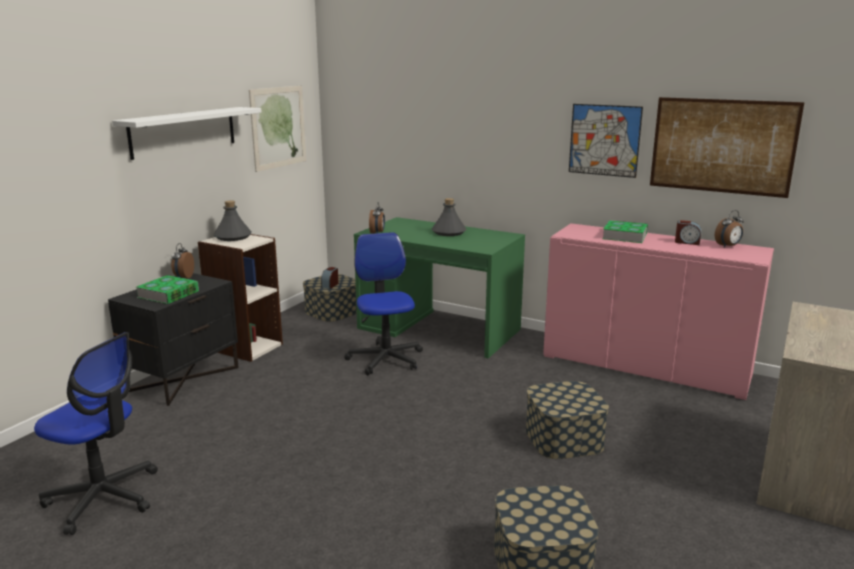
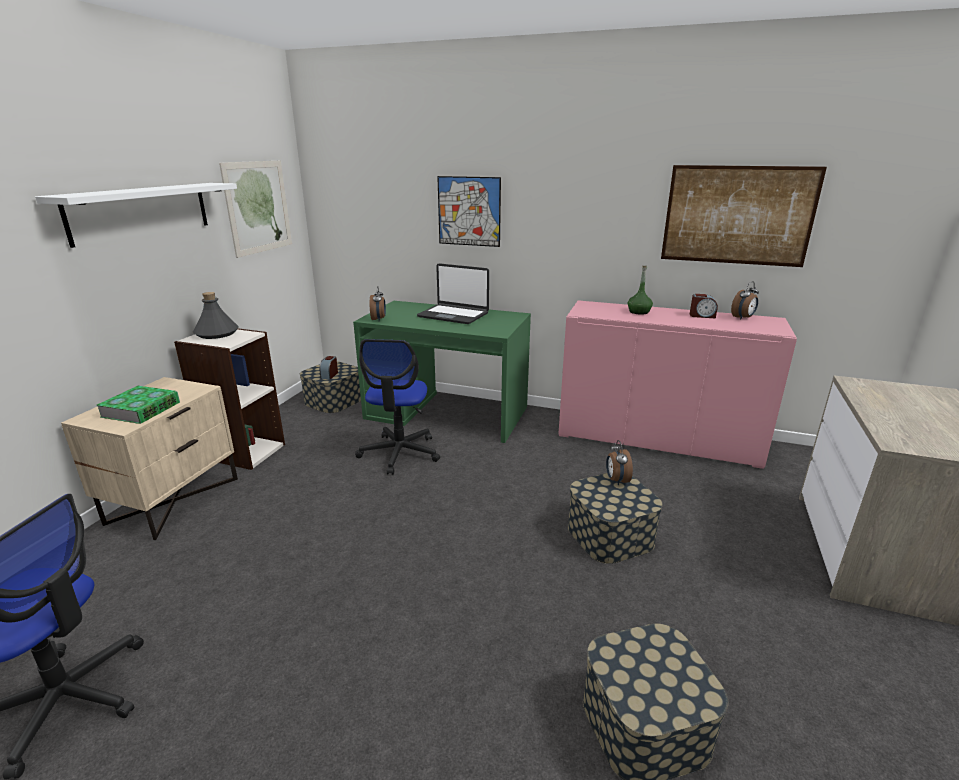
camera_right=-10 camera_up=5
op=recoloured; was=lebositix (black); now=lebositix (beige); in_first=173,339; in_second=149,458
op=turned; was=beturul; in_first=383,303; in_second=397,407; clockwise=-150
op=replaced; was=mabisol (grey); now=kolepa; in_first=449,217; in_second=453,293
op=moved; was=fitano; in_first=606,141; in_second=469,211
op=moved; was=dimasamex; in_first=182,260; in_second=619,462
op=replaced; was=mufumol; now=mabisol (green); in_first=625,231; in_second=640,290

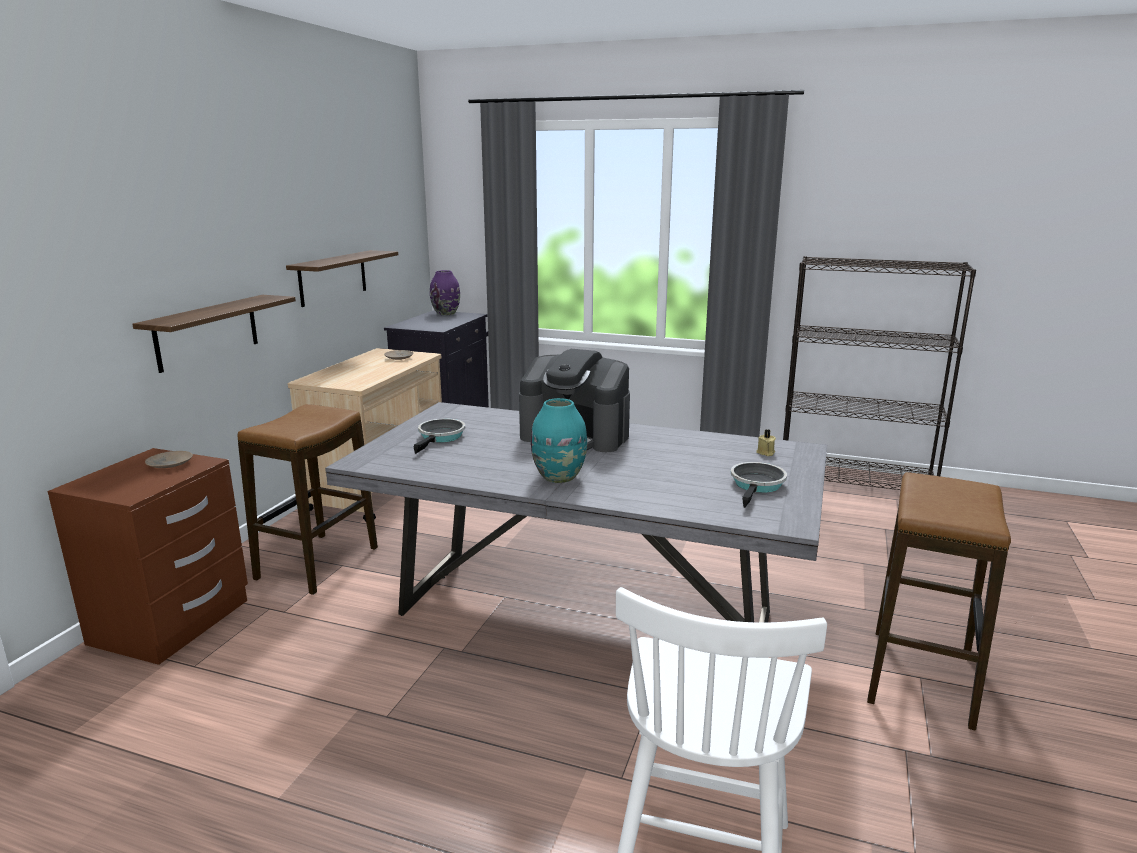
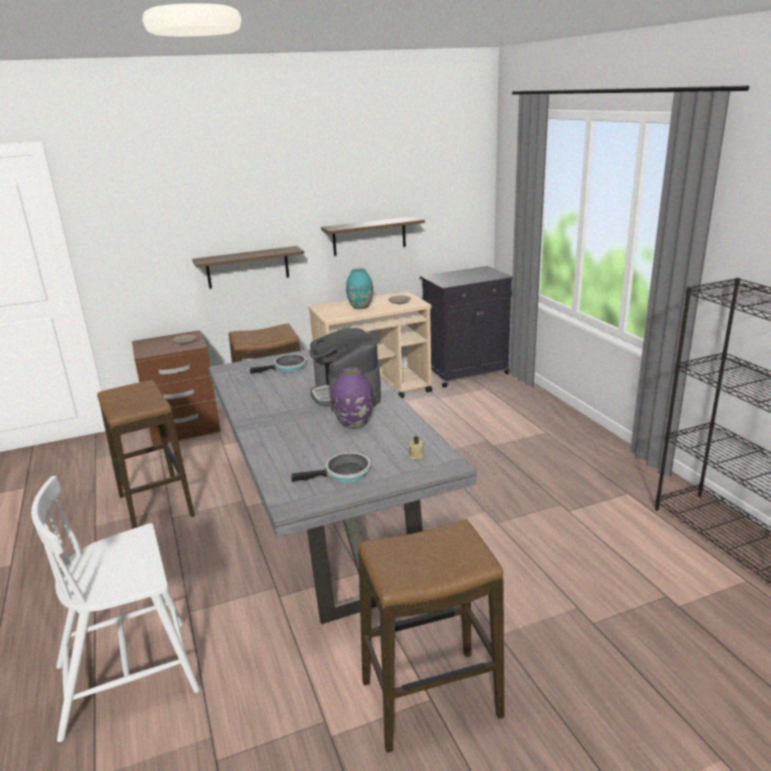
camera_right=50 camera_up=5
op=added; now=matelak; in_second=146,454
op=moved; was=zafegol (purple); in_first=445,292; in_second=352,398
op=moved; was=zafegol (turquoise); in_first=559,440; in_second=359,288

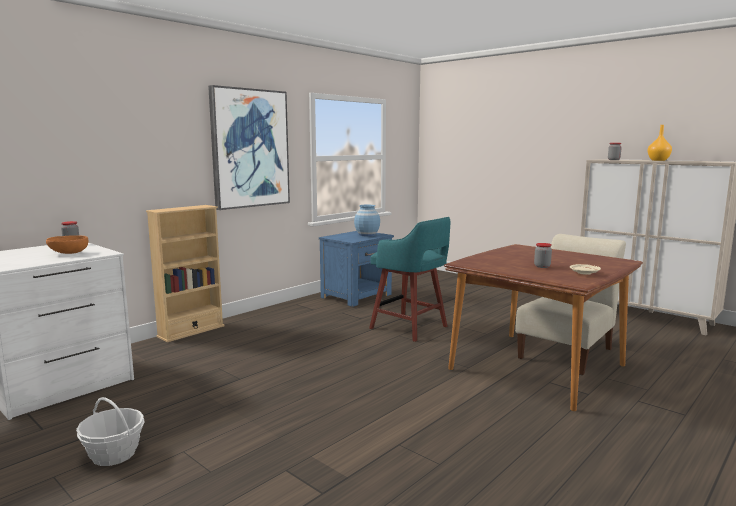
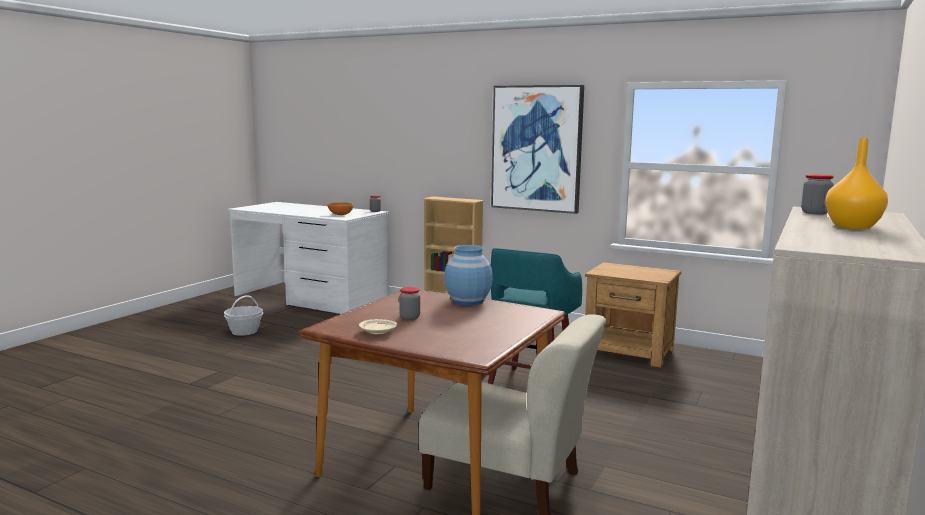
camera_right=75 camera_up=0
op=moved; was=zafegol (blue); in_first=367,220; in_second=468,275
op=recoloured; was=lebositix (blue); now=lebositix (brown); in_first=356,269; in_second=633,315

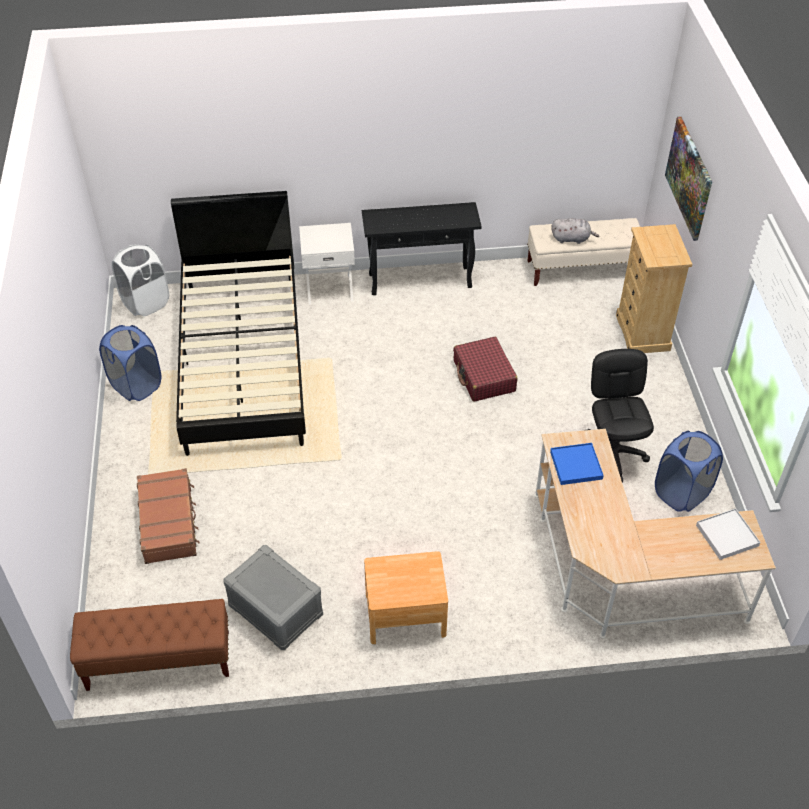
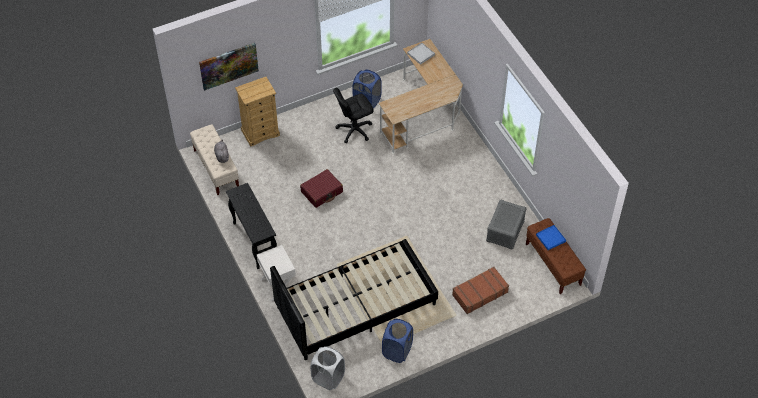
camera_right=-110 camera_up=5
op=moved; was=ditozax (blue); in_first=577,464; in_second=551,237
op=removed; was=lebositix (brown); in_first=406,597

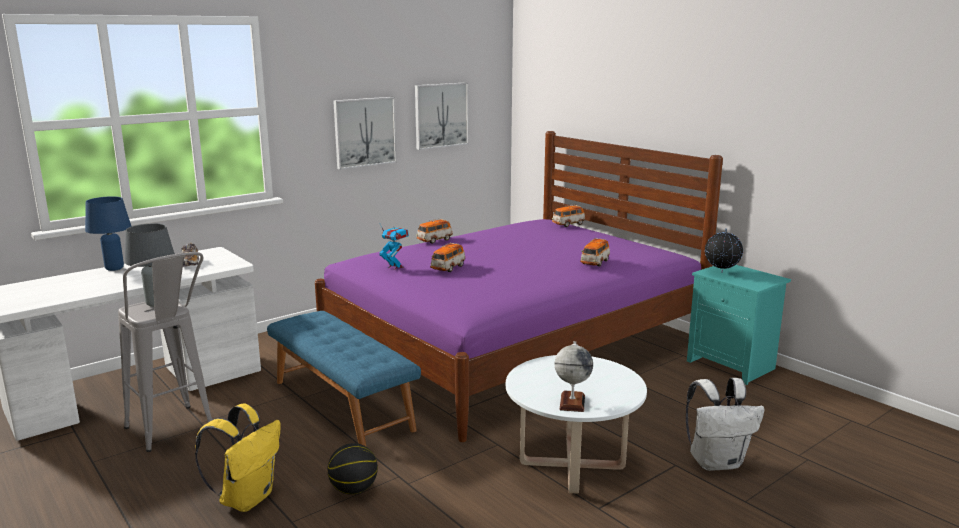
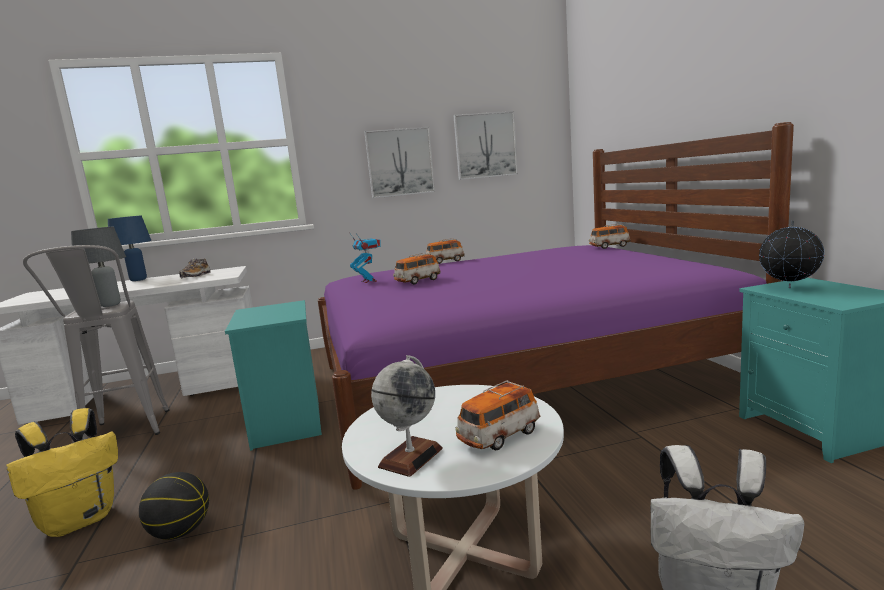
camera_right=25 camera_up=-5
op=replaced; was=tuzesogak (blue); now=lebositix (turquoise); in_first=344,378; in_second=273,375
op=moved; was=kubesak; in_first=595,252; in_second=497,415

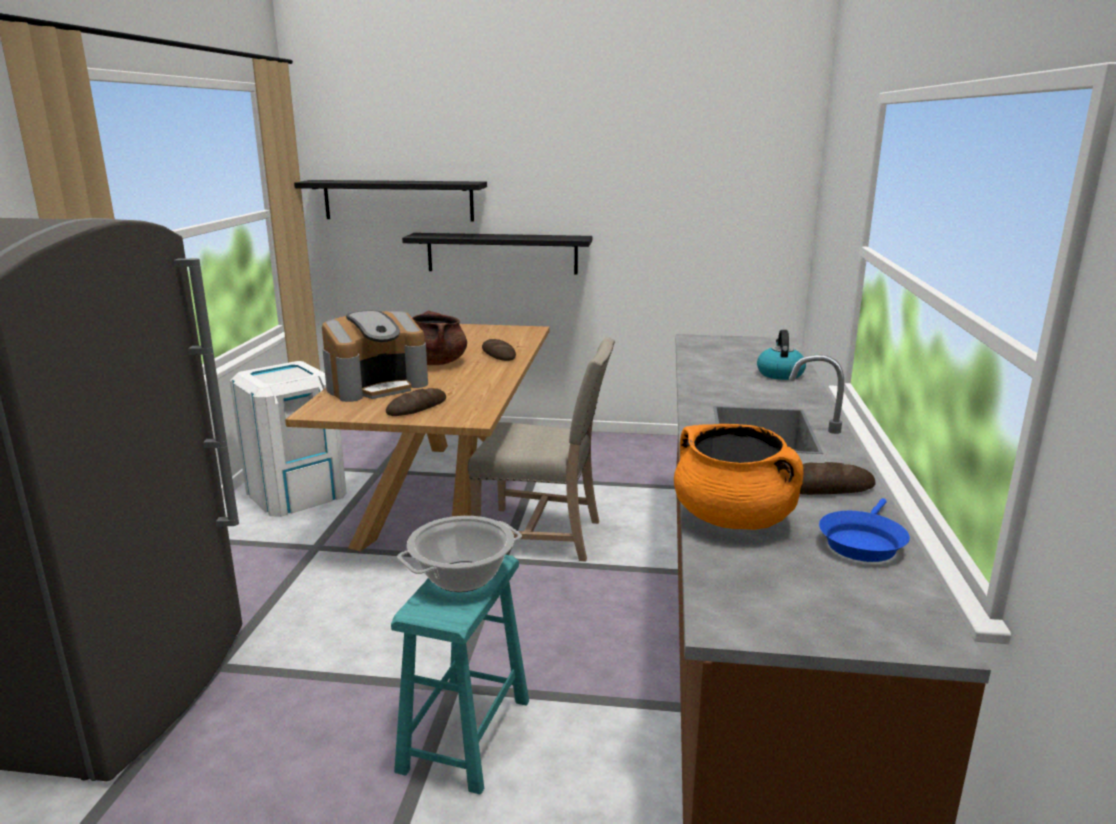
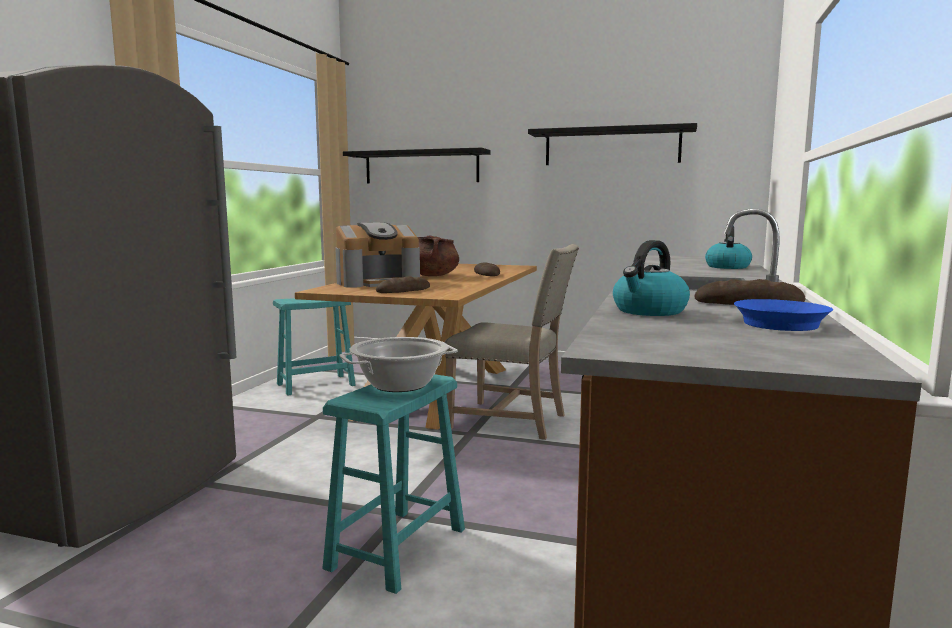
camera_right=10 camera_up=-10
op=replaced; was=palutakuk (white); now=matelak (turquoise); in_first=288,439; in_second=314,346
op=moved; was=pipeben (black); in_first=497,254; in_second=612,144
op=replaced; was=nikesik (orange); now=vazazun; in_first=738,477; in_second=651,278

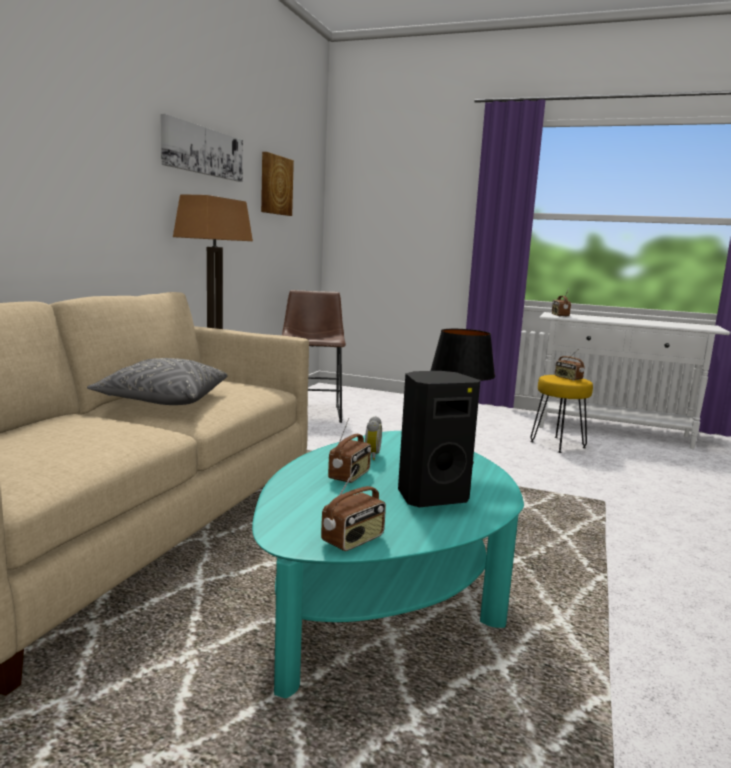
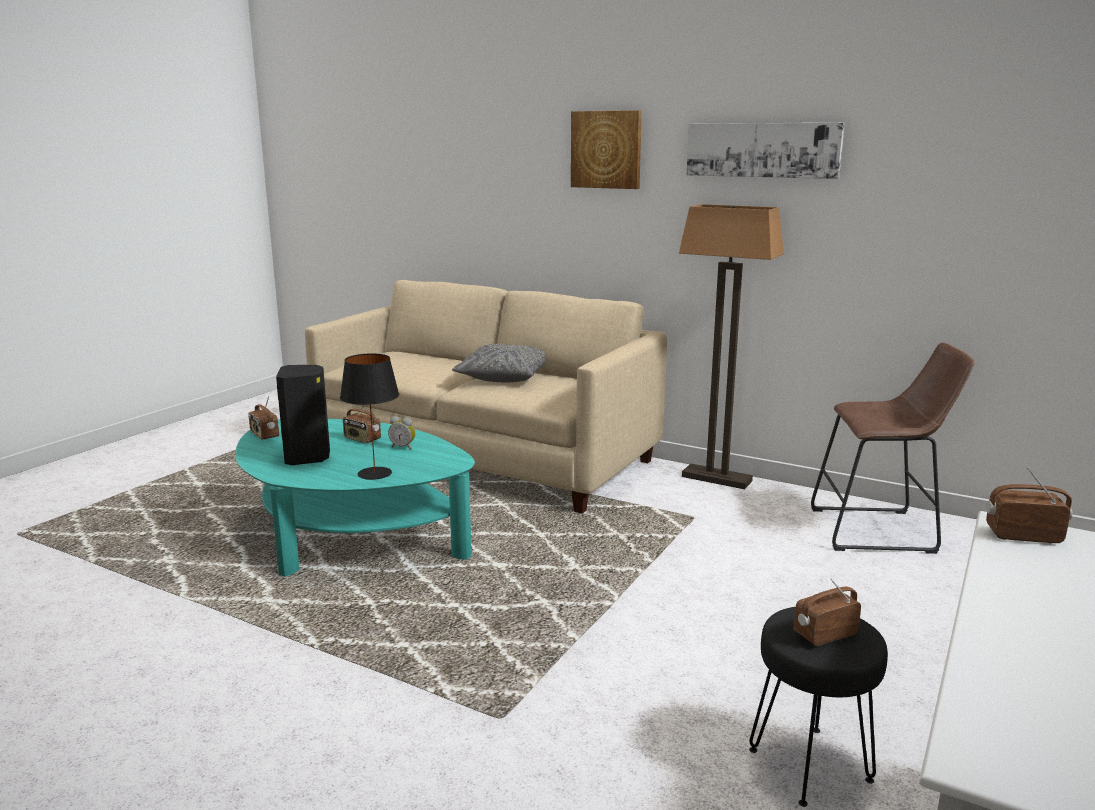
camera_right=100 camera_up=5
op=moved; was=fitano; in_first=277,184; in_second=606,149
op=recoloured; was=matelak (yellow); now=matelak (black); in_first=561,414; in_second=818,707

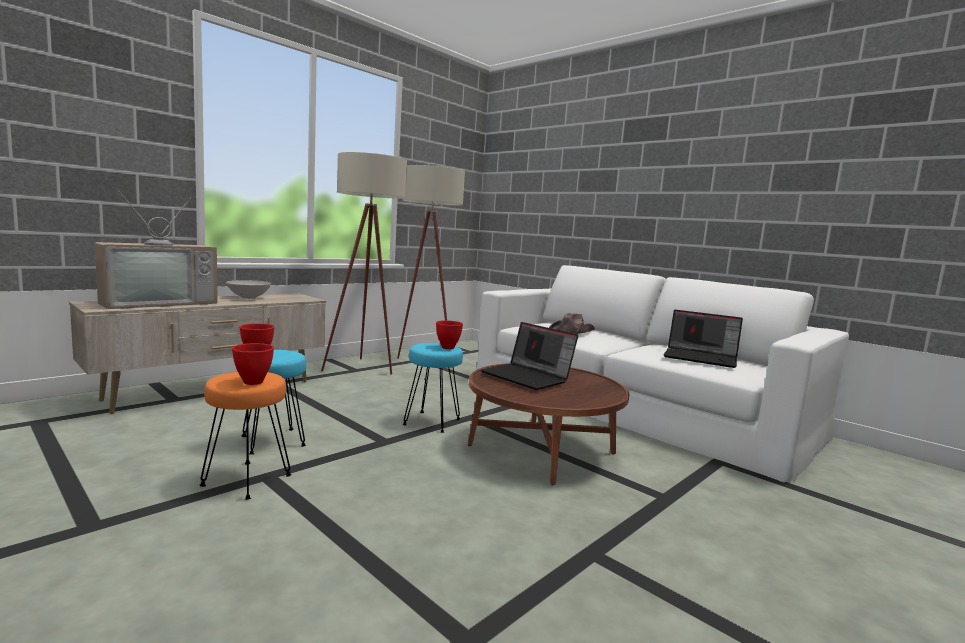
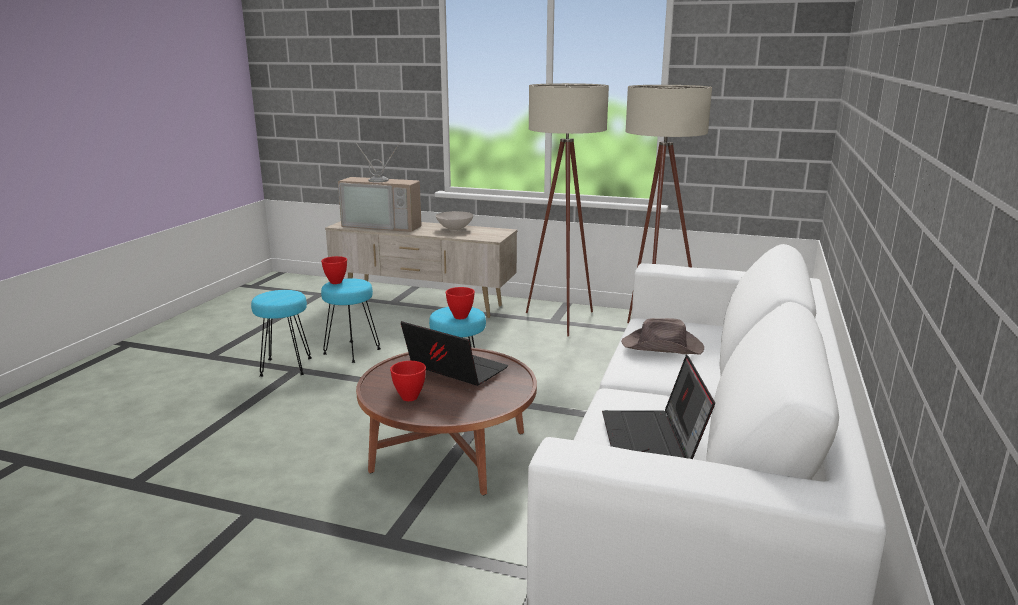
camera_right=65 camera_up=10
op=recoloured; was=matelak (orange); now=matelak (turquoise); in_first=245,436; in_second=281,333
op=moved; was=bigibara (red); in_first=253,364; in_second=408,381
op=turned; was=kolepa; in_first=529,356; in_second=454,353; clockwise=105

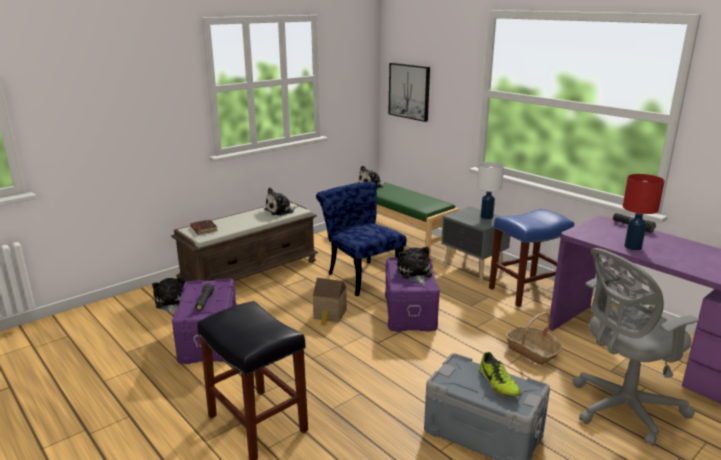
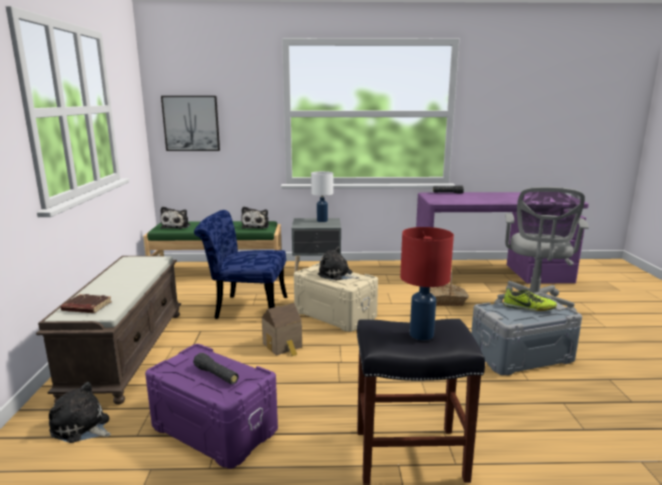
camera_right=-50 camera_up=-5
op=moved; was=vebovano; in_first=281,201; in_second=255,217
op=recoloured; was=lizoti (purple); now=lizoti (beige); in_first=412,295; in_second=336,297
op=moved; was=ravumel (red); in_first=644,212; in_second=427,283
op=removed; was=matelak (blue); in_first=531,258

